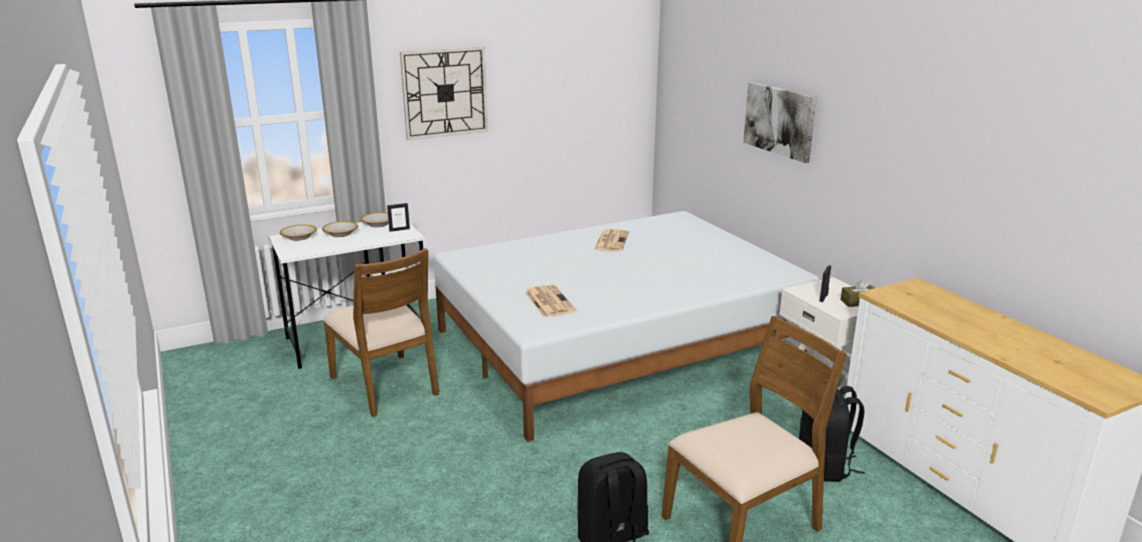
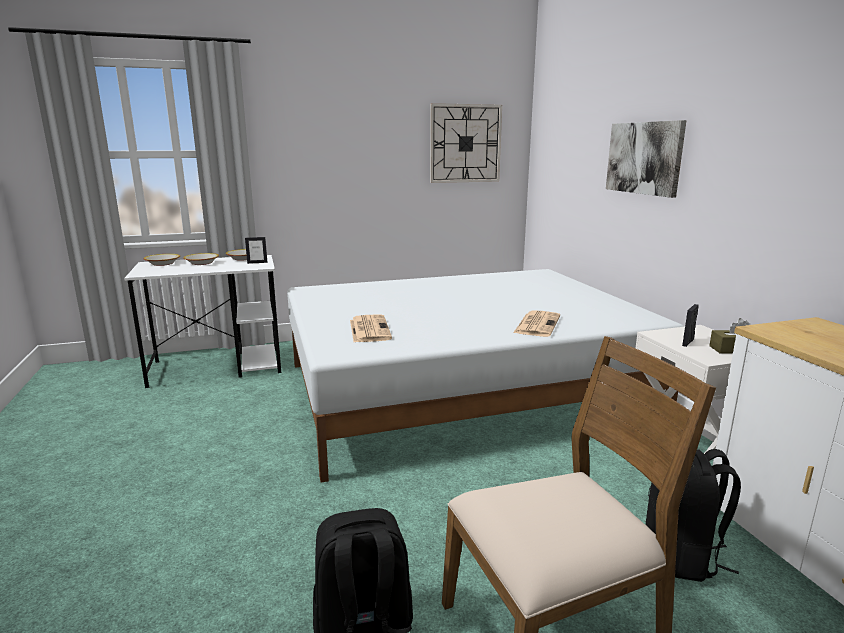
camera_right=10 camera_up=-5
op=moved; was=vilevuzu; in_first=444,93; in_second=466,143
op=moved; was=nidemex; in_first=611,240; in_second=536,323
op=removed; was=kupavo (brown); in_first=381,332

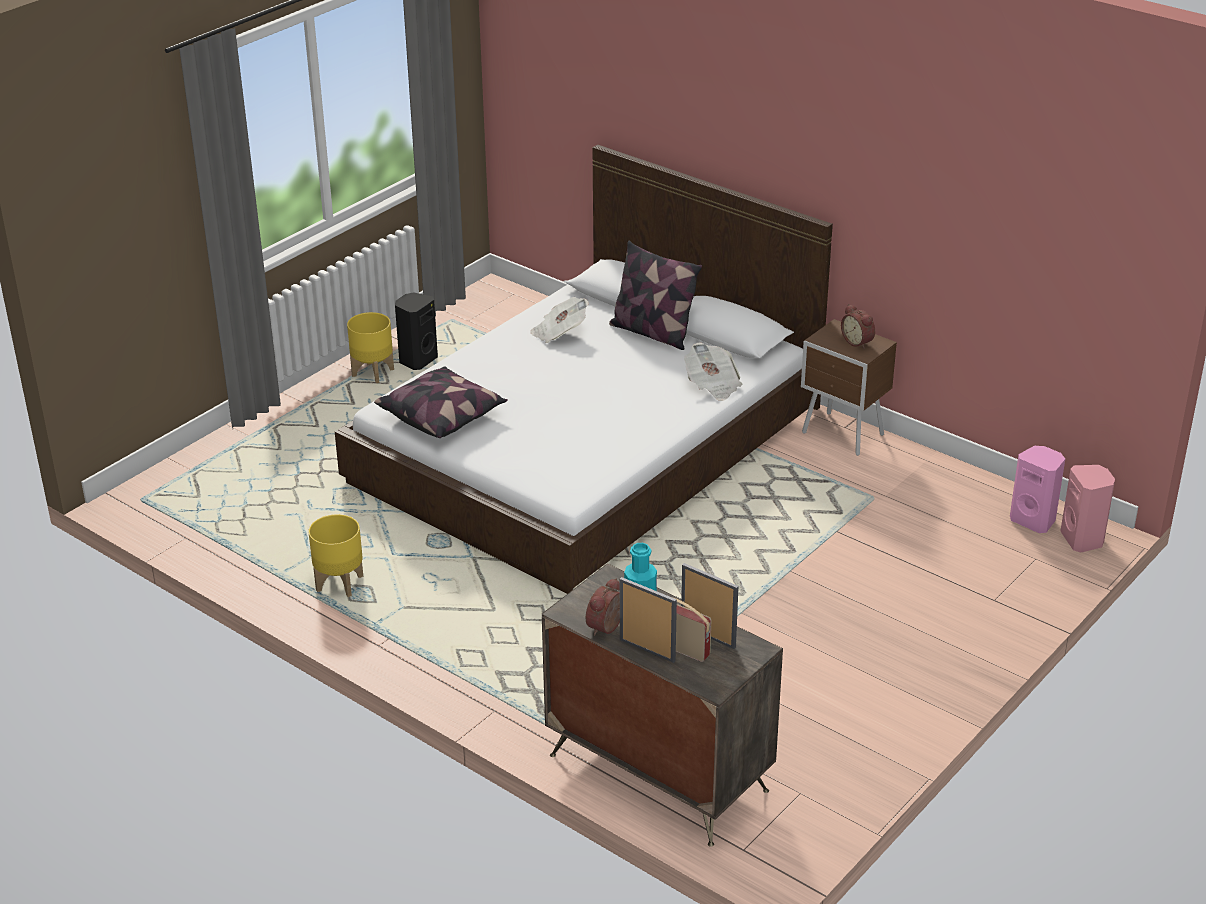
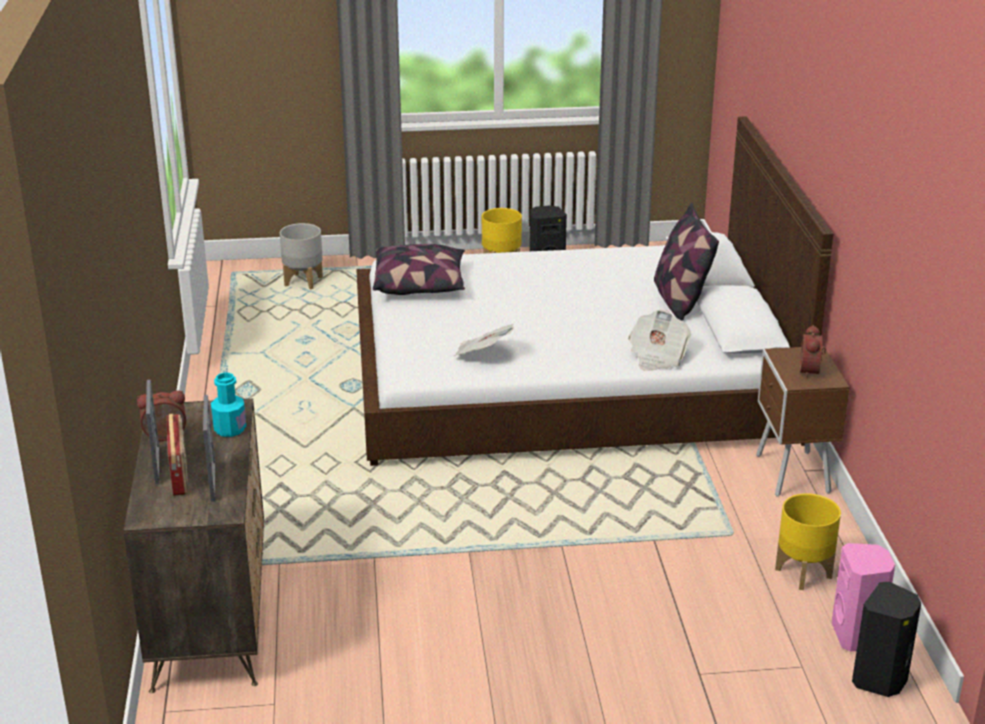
camera_right=45 camera_up=-5
op=added; now=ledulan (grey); in_second=301,256
op=moved; was=nidemex; in_first=559,320; in_second=484,340
op=moved; was=ledulan (yellow); in_first=335,555; in_second=808,541
op=recoloured; was=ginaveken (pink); now=ginaveken (black); in_first=1087,508; in_second=886,639

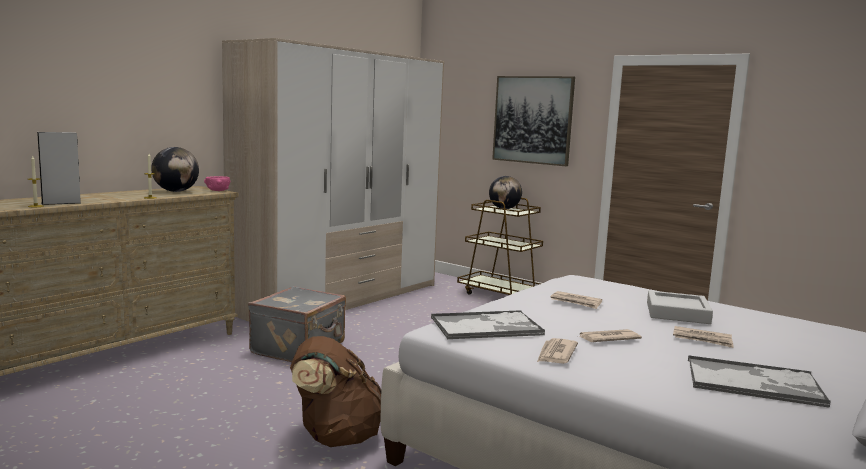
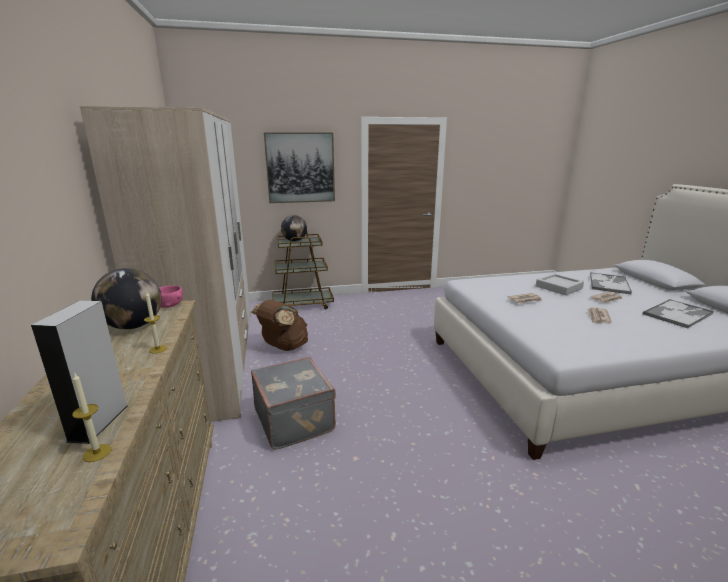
camera_right=-50 camera_up=10
op=moved; was=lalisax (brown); in_first=335,391; in_second=279,325
op=moved; was=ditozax; in_first=488,324; in_second=611,283
op=removed; was=nidemex; in_first=557,351

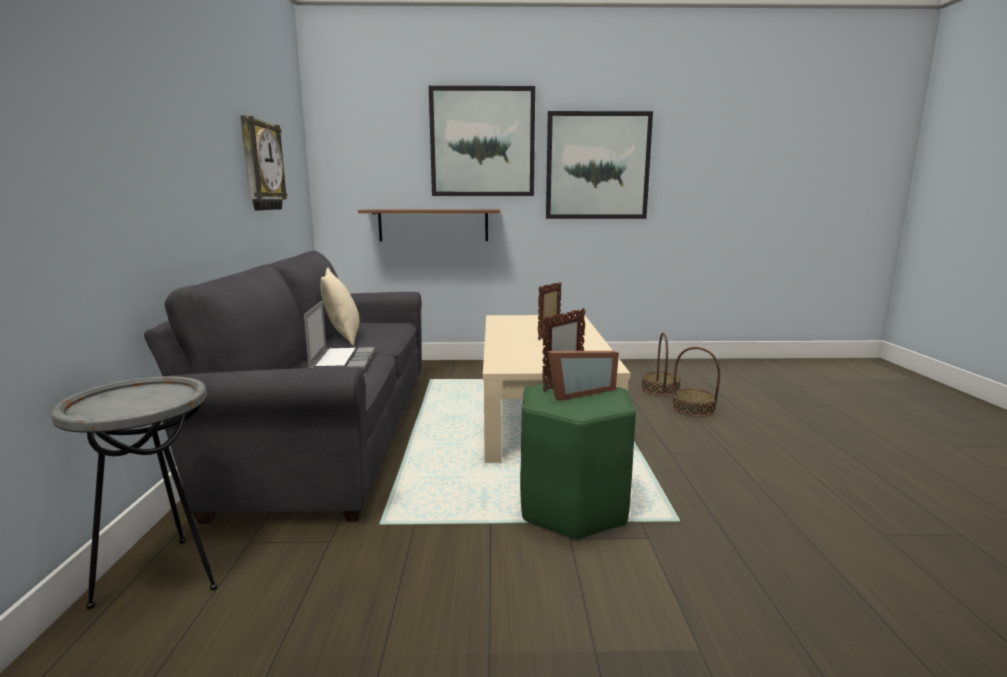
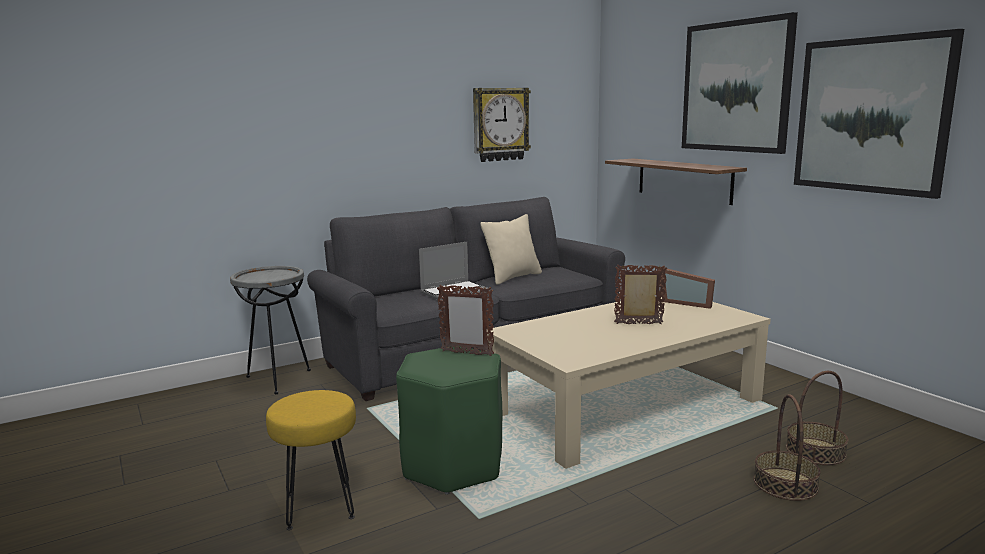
camera_right=60 camera_up=0
op=added; now=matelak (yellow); in_second=311,460
op=moved; was=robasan; in_first=583,376; in_second=687,289

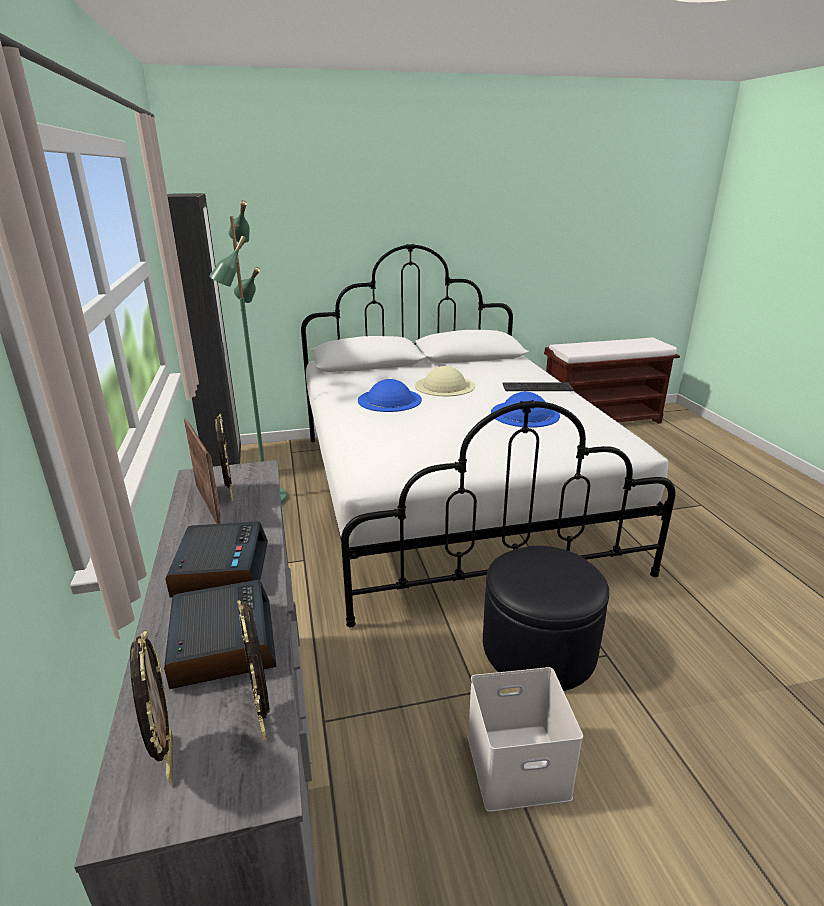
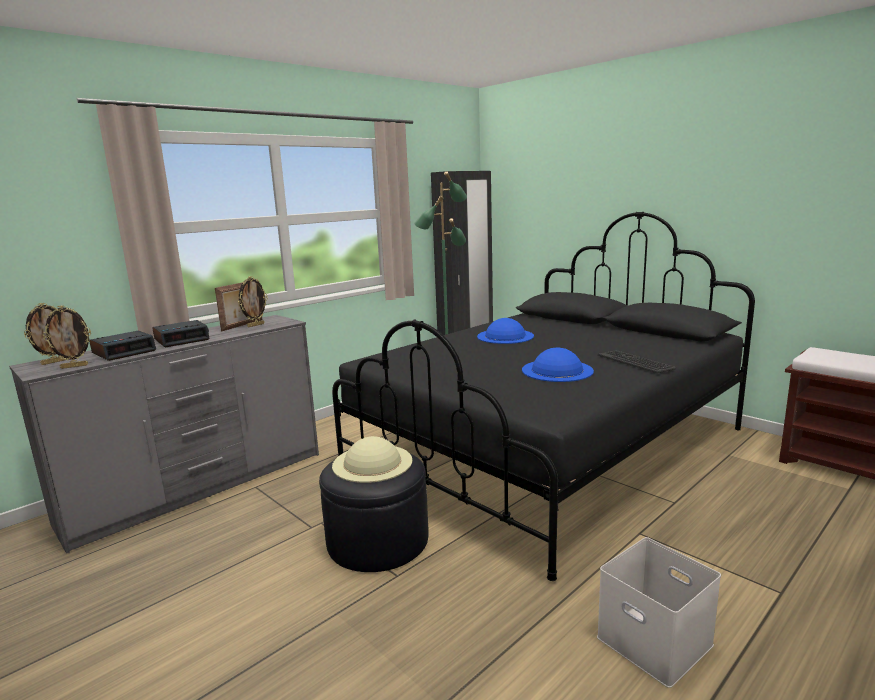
camera_right=60 camera_up=-10
op=turned; was=robasan; in_first=253,670; in_second=66,337; clockwise=-150
op=recoloured; was=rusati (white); now=rusati (black); in_first=488,435; in_second=543,396
op=moved; was=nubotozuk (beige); in_first=445,381; in_second=372,459
op=moved; was=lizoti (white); in_first=525,739; in_second=659,612

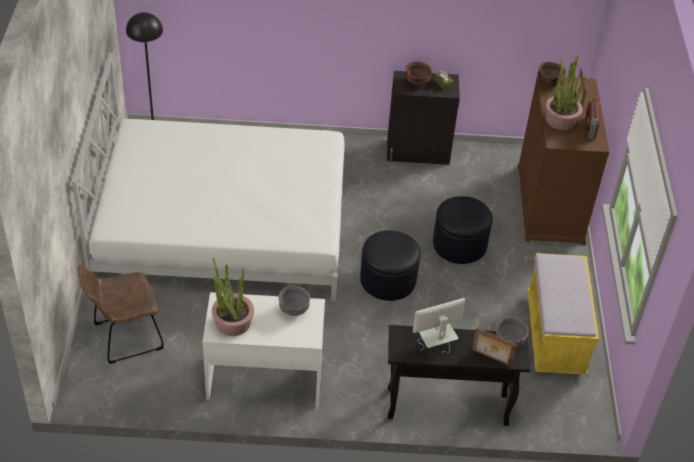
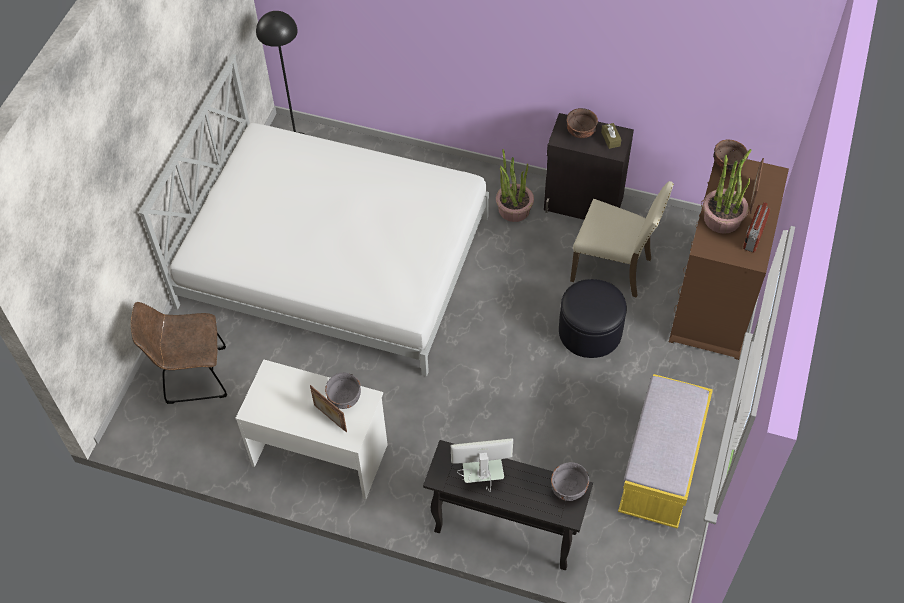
camera_right=20 camera_up=10
op=moved; was=robasan; in_first=494,347; in_second=328,408
op=moved; was=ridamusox; in_first=233,297; in_second=515,185
op=added; now=kupavo (beige); in_second=622,239
op=removed; was=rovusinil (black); in_first=390,265

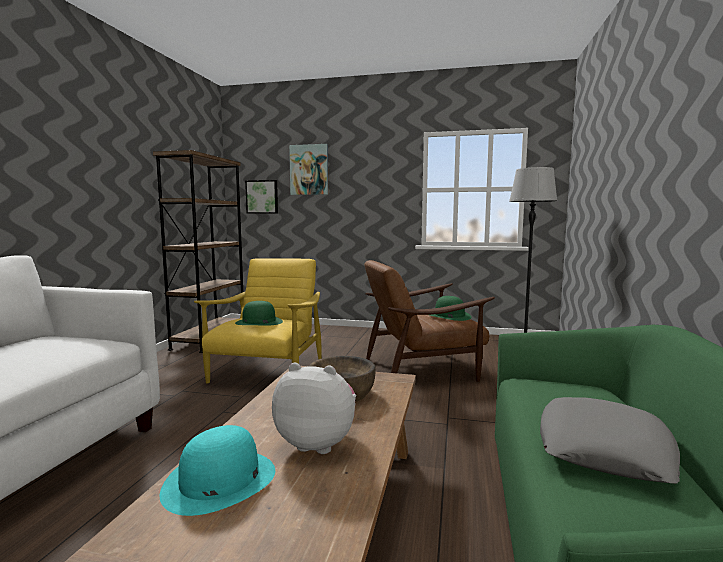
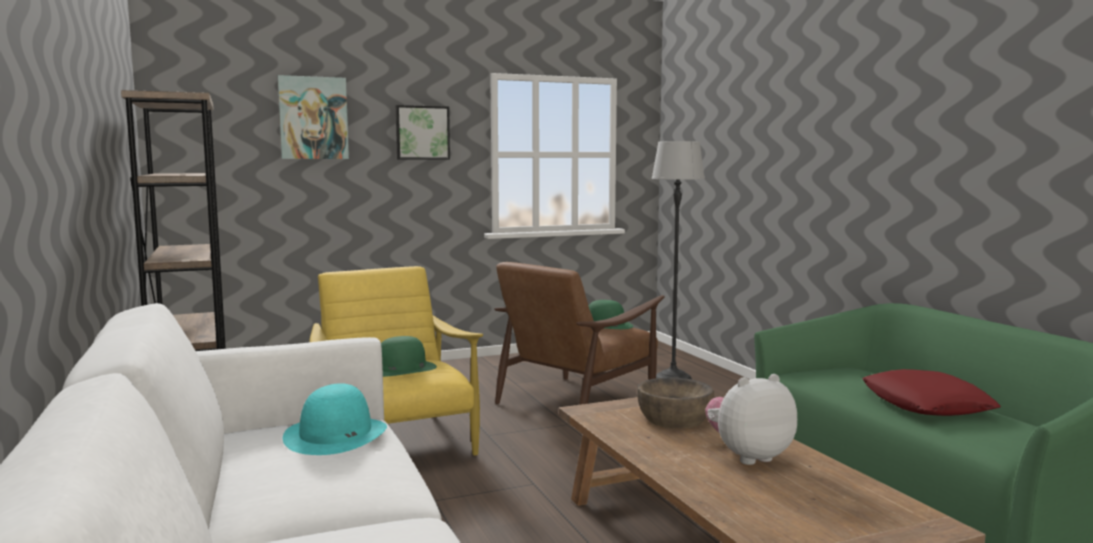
camera_right=-35 camera_up=0
op=moved; was=nubotozuk (turquoise); in_first=217,470; in_second=335,419
op=moved; was=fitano; in_first=261,197; in_second=423,132
op=recoloured; was=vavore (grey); now=vavore (red); in_first=610,440; in_second=932,392

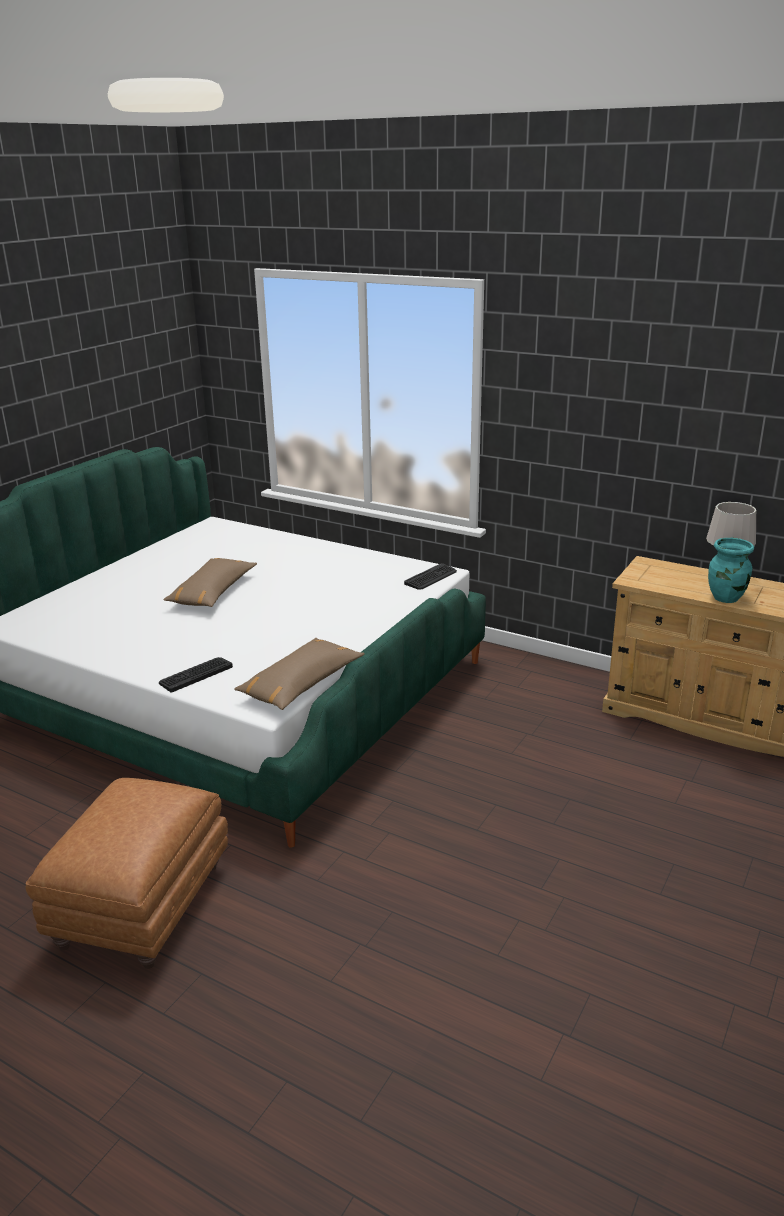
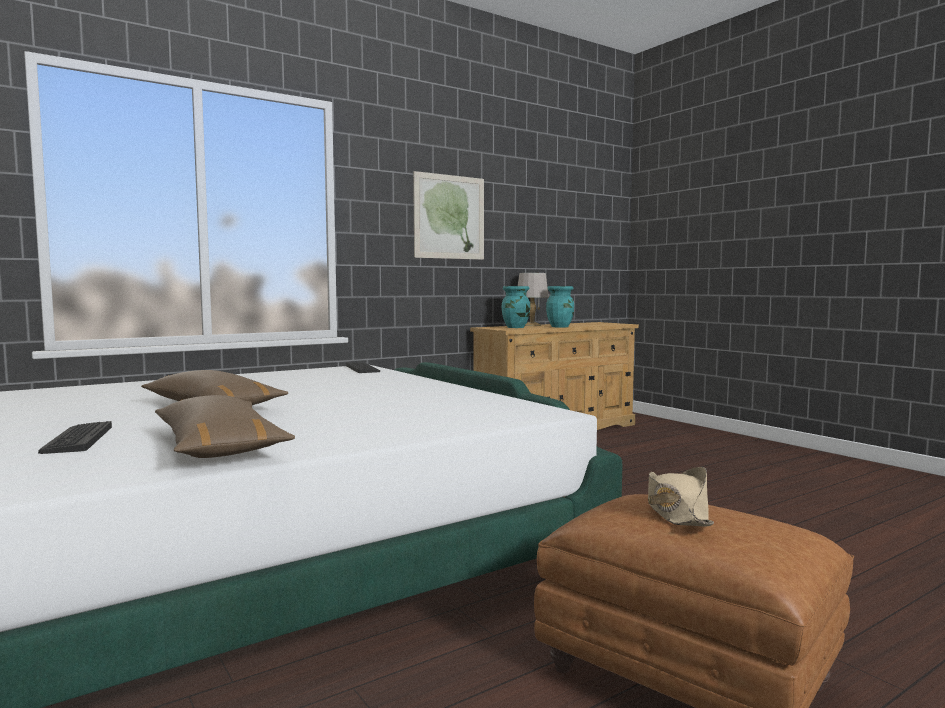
camera_right=-65 camera_up=-20
op=moved; was=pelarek; in_first=196,674; in_second=75,437
op=moved; was=vavore (brown); in_first=299,674; in_second=225,426
op=added; now=fitano; in_second=448,215
op=added; now=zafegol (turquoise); in_second=516,307
op=added; now=nubotozuk (beige); in_second=681,497

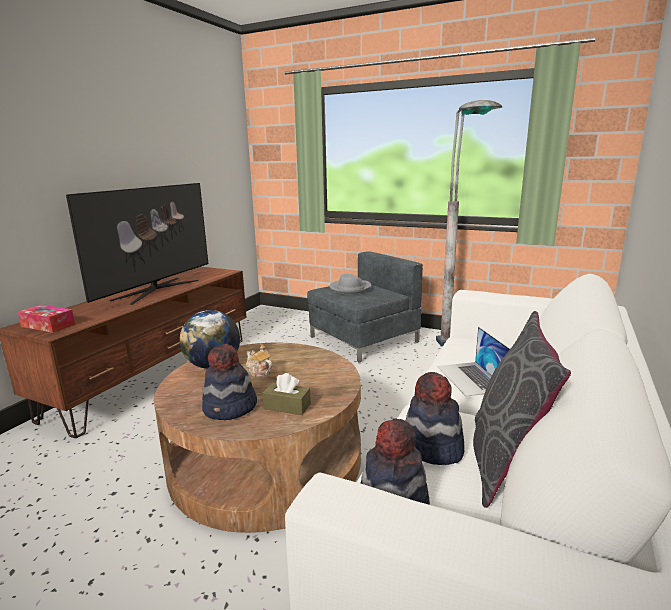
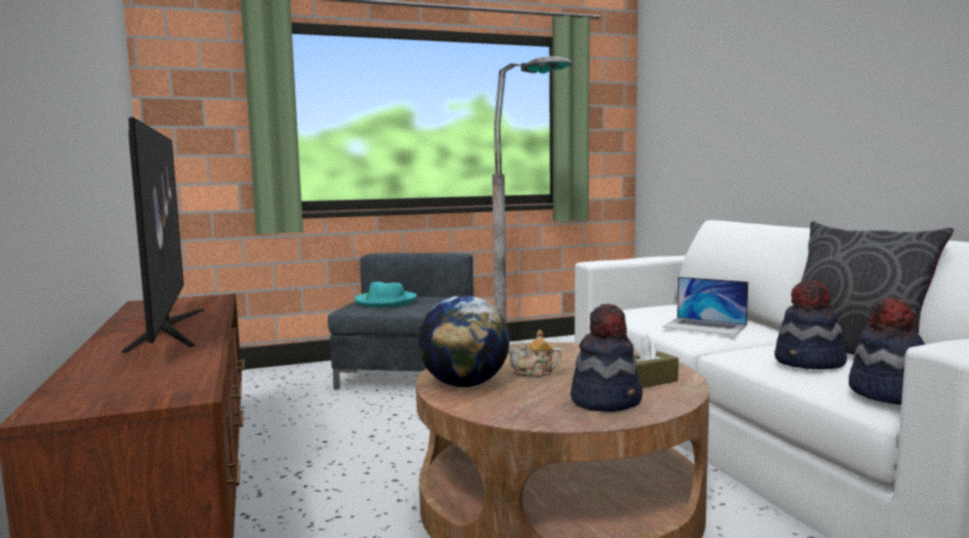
camera_right=-45 camera_up=-10
op=recoloured; was=nubotozuk (grey); now=nubotozuk (turquoise); in_first=350,284; in_second=386,295
op=removed; was=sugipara; in_first=46,318

